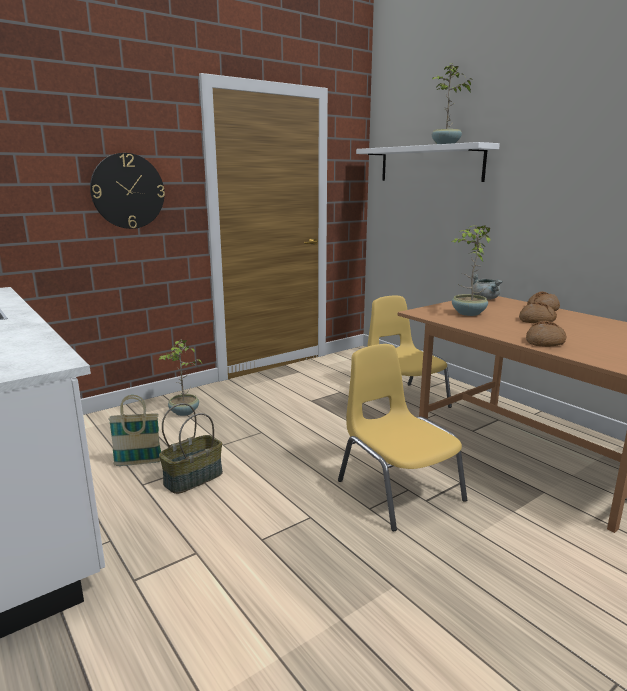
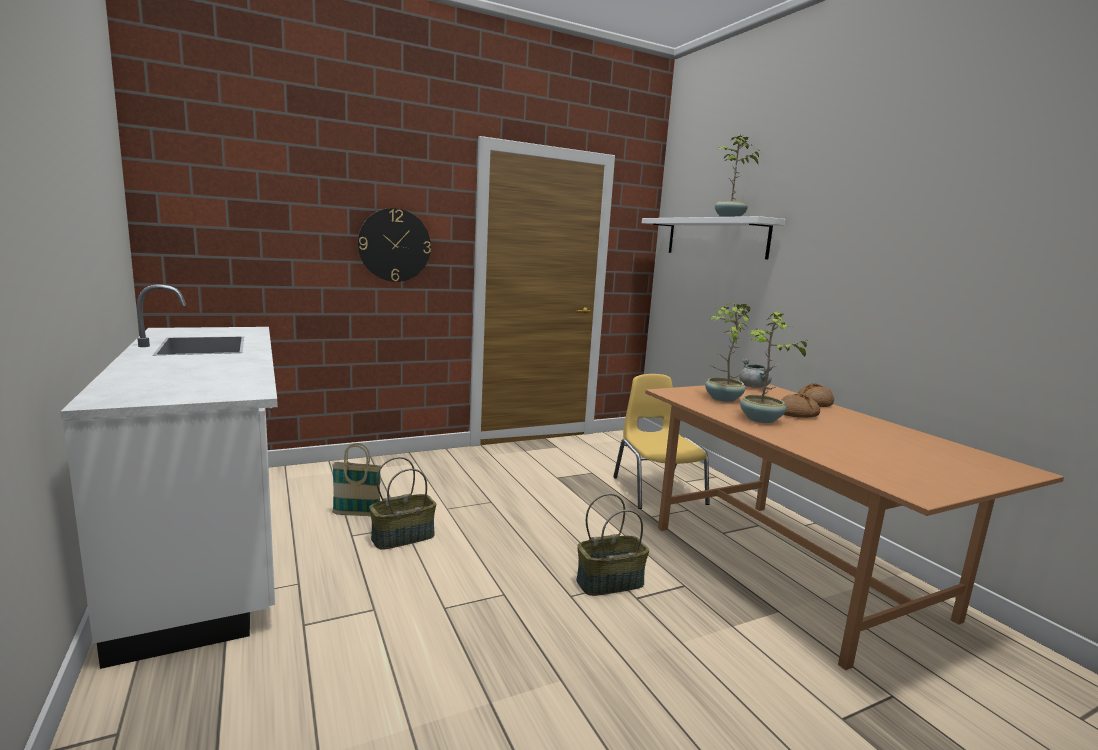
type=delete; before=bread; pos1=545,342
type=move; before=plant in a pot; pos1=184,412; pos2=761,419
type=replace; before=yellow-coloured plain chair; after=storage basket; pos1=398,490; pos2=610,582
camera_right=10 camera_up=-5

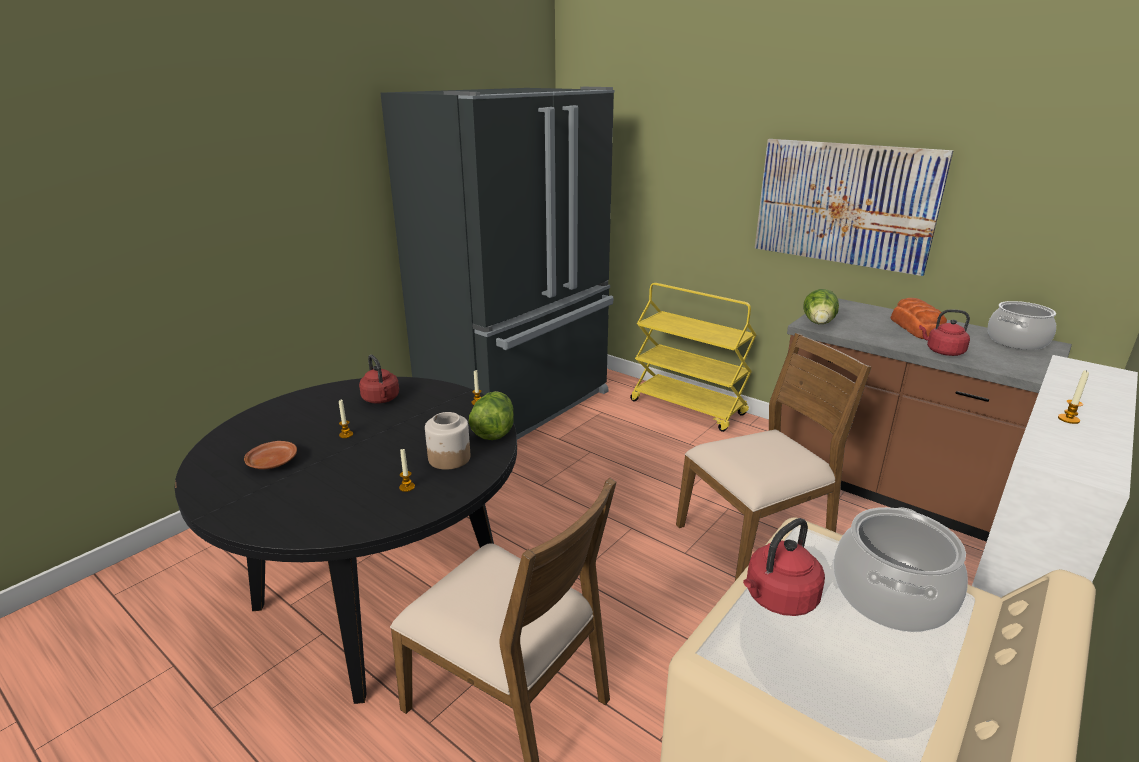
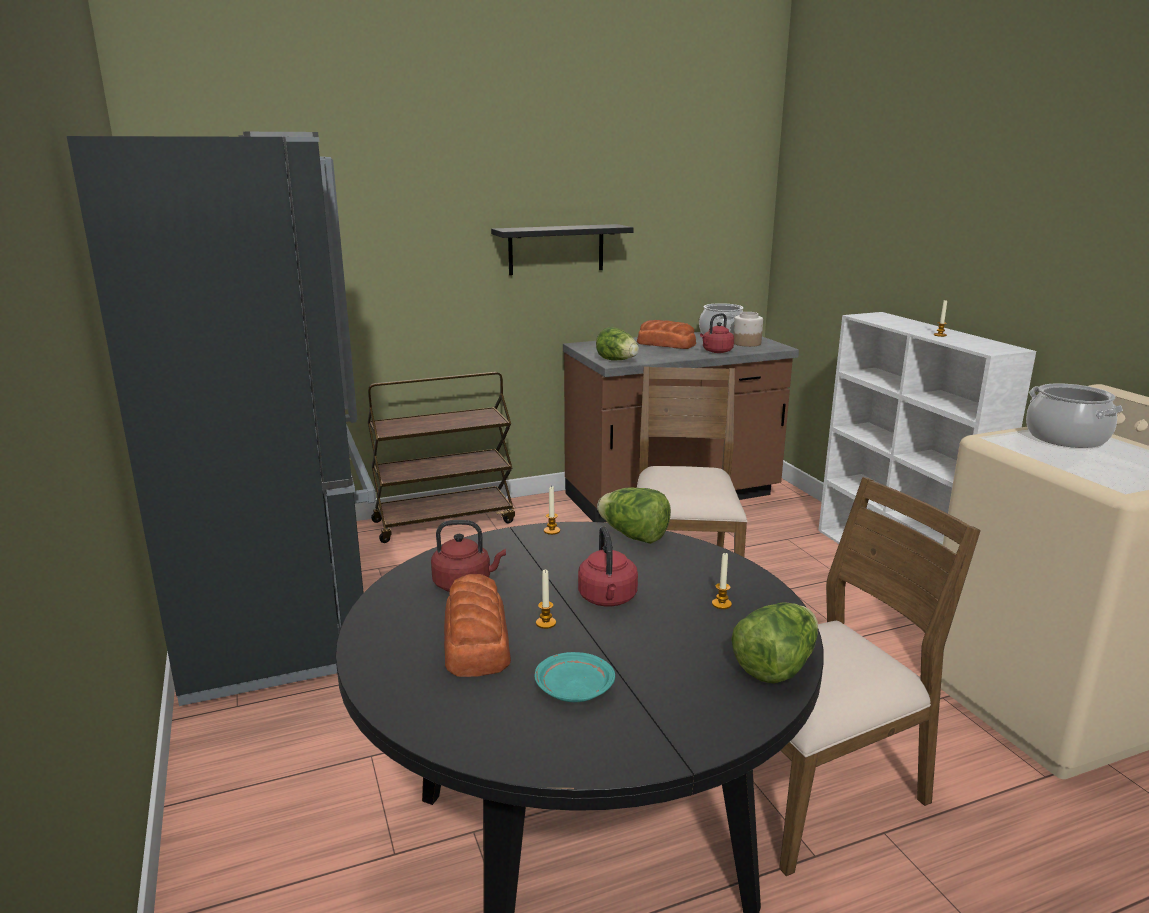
type=replace; before=wall art; after=blackish wall shelf; pos1=844,204; pos2=556,249
type=recolor; before=yellow-coloured wheeled cart; after=brownish wheeled cart; pos1=688,408; pos2=444,521
type=move; before=preserve jar; pos1=448,458; pos2=746,343
type=recolor; before=brownish flat dish; after=turquoise flat dish; pos1=272,462; pos2=573,689
type=move; before=reddish water kettle; pos1=778,599; pos2=608,599
type=insert; after=bread; pos2=475,640
type=insert; after=head of lettuce; pos2=776,667
camera_right=-60 camera_up=-5

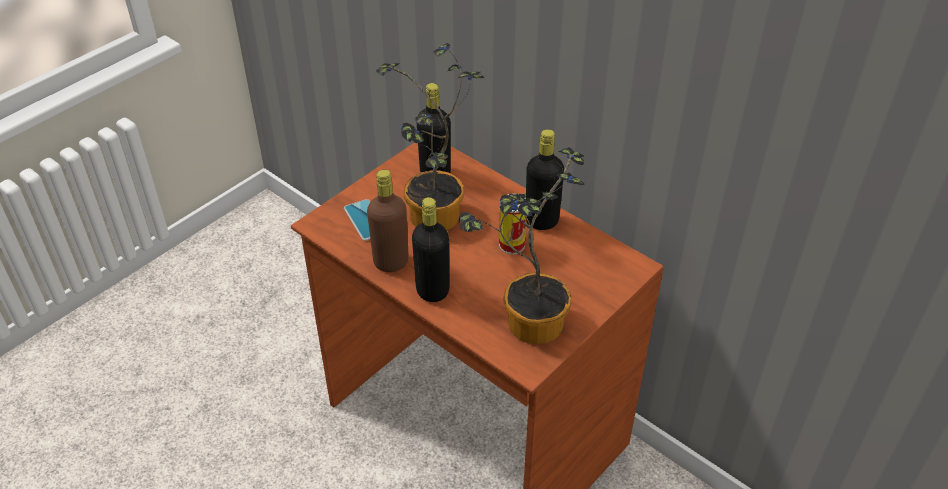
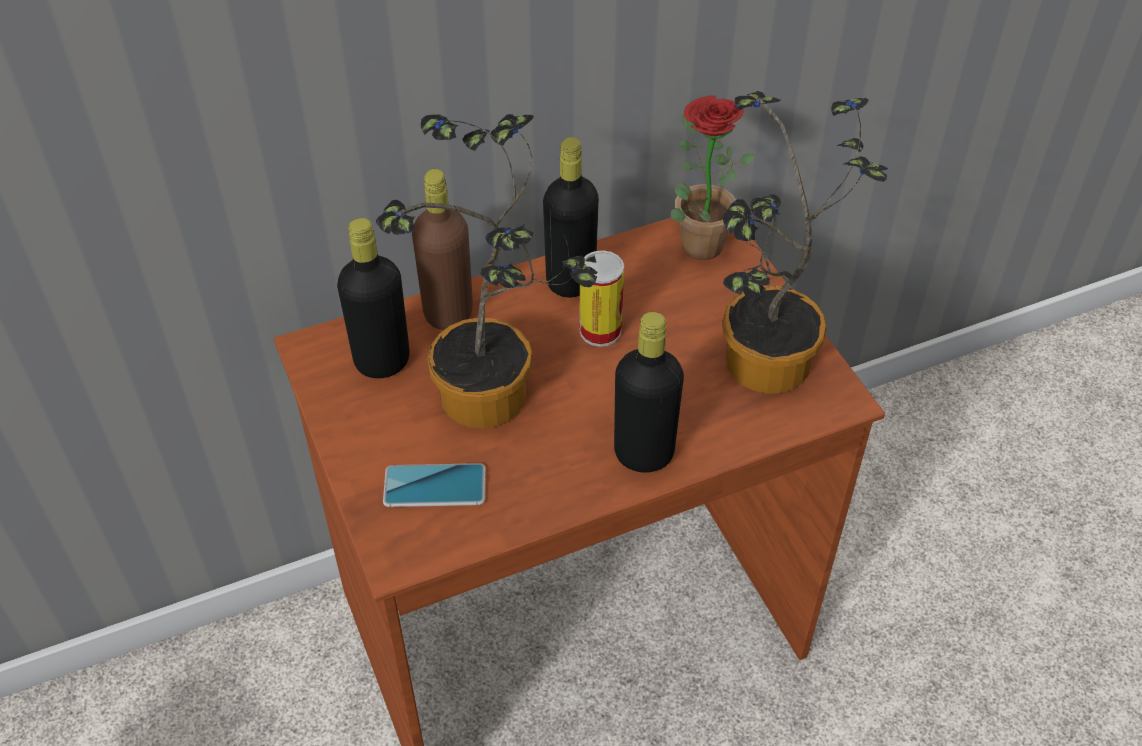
type=move; before=brownish beverage bottle; pos1=391,262; pos2=448,313
type=insert; after=plant in a pot; pos2=695,240
camera_right=-65 camera_up=5

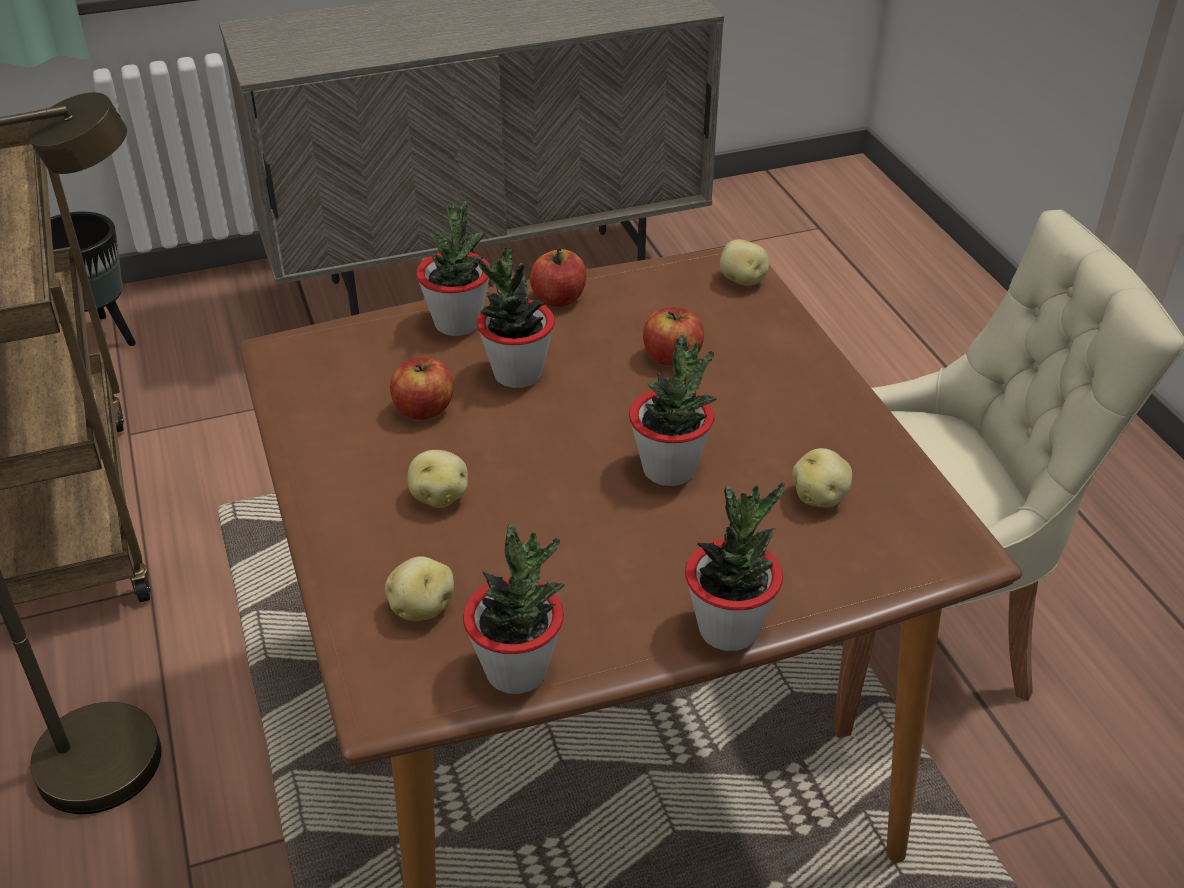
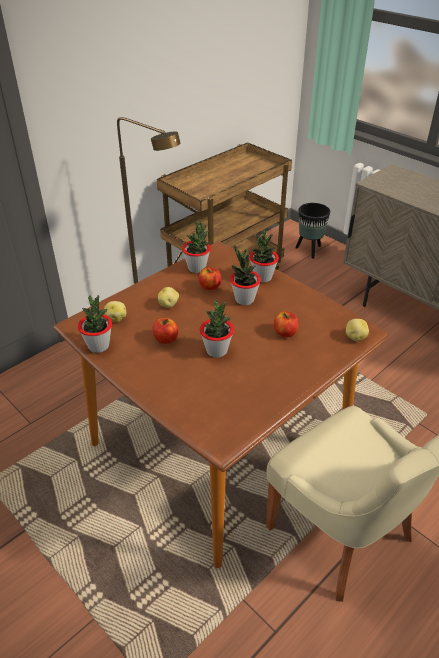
type=move; before=apple fruit; pos1=559,298; pos2=165,339
type=delete; before=spud; pos1=820,497
type=move; before=plant in a pot; pos1=729,629; pos2=197,268
camera_right=65 camera_up=0

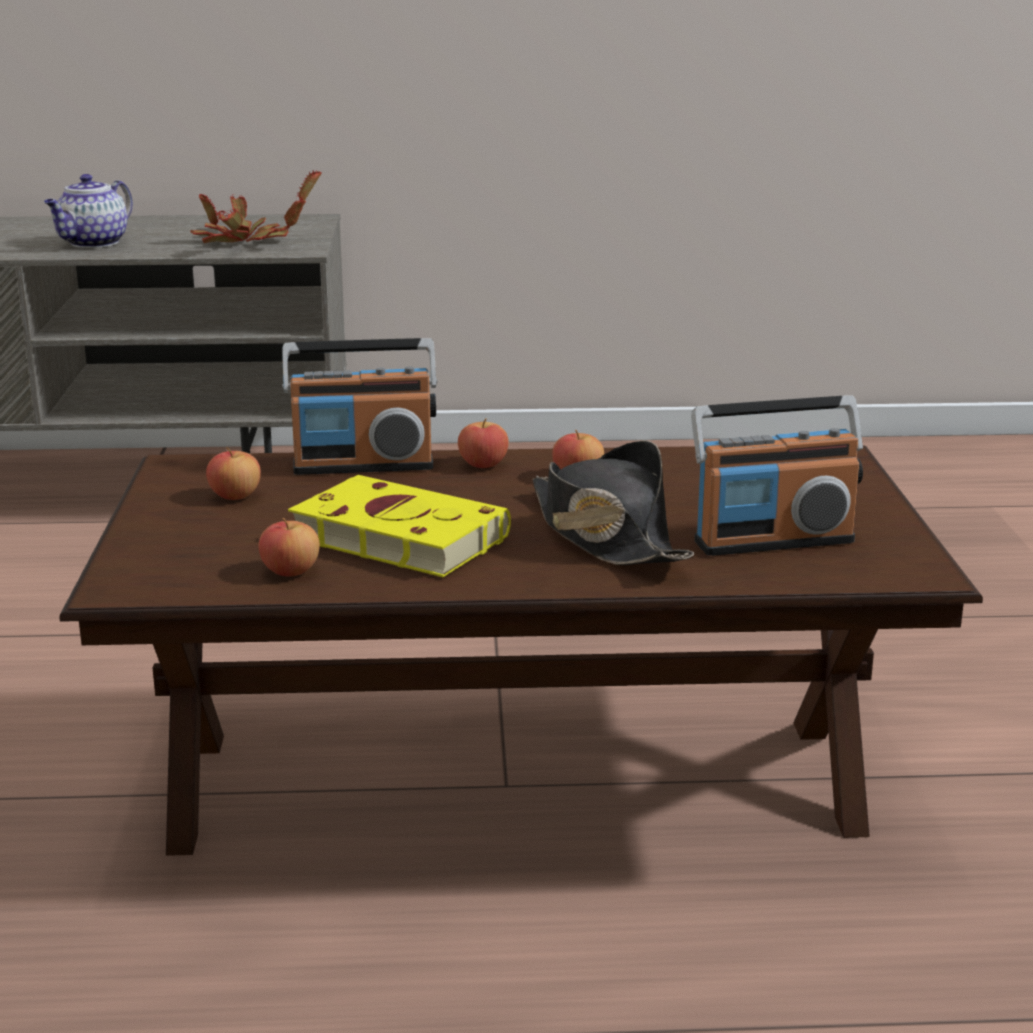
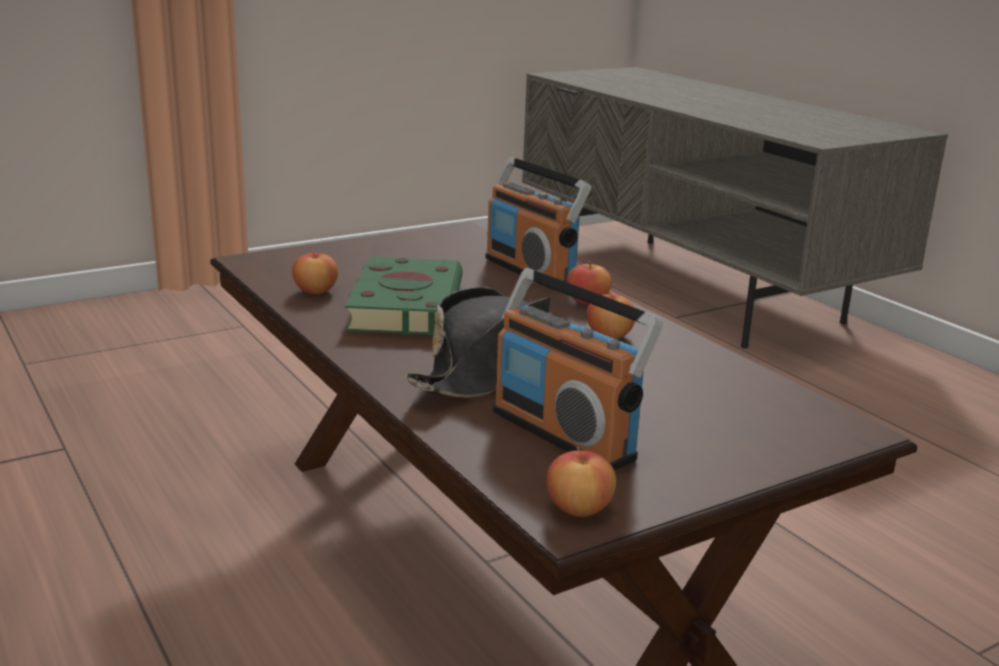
type=delete; before=plant in a pot; pos1=247,242
type=delete; before=tea pot; pos1=93,243
type=move; before=apple fruit; pos1=235,496; pos2=579,509
type=recolor; before=yellow-coloured book; after=greenish book; pos1=393,537; pos2=406,304
camera_right=60 camera_up=0

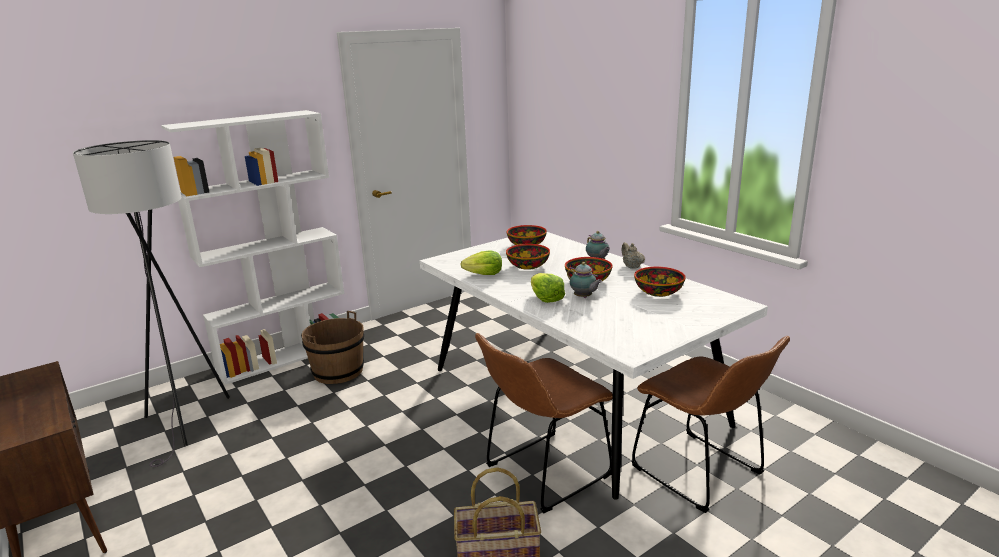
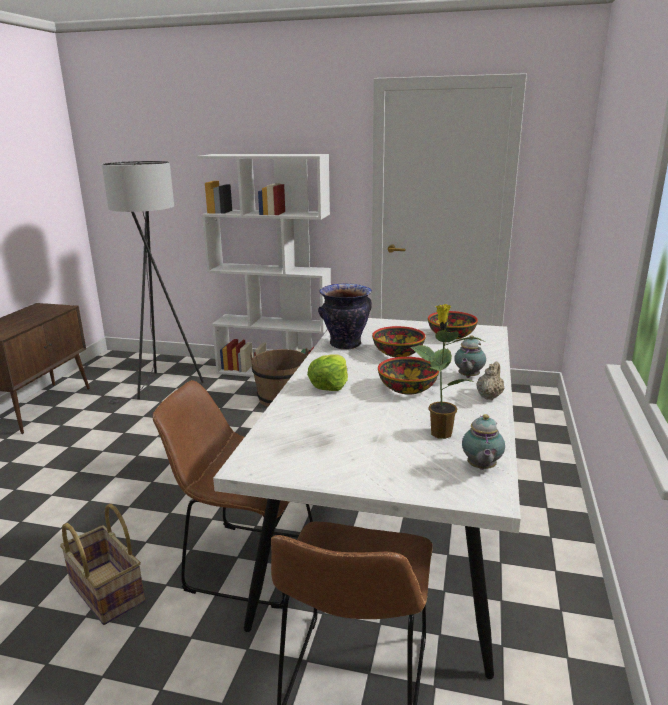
type=replace; before=head of lettuce; after=vase; pos1=484,274; pos2=346,345
type=move; before=tea pot; pos1=583,297; pos2=481,468
type=replace; before=deep dish; after=plant in a pot; pos1=659,292; pos2=440,432
camera_right=50 camera_up=0

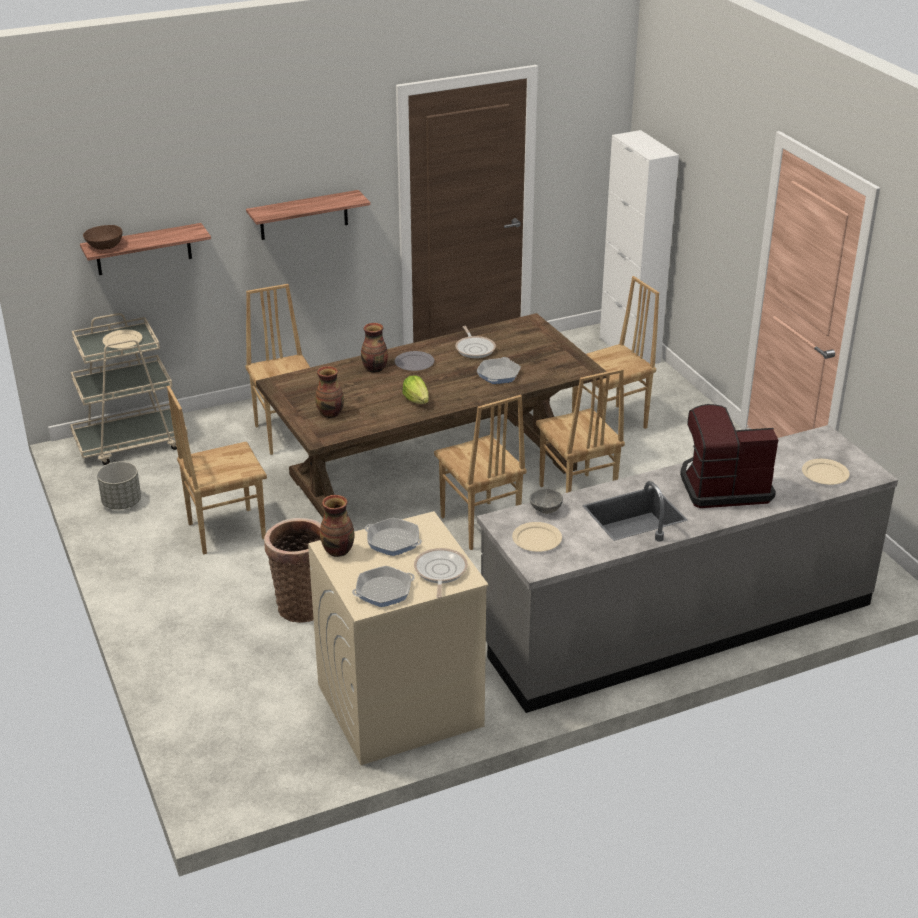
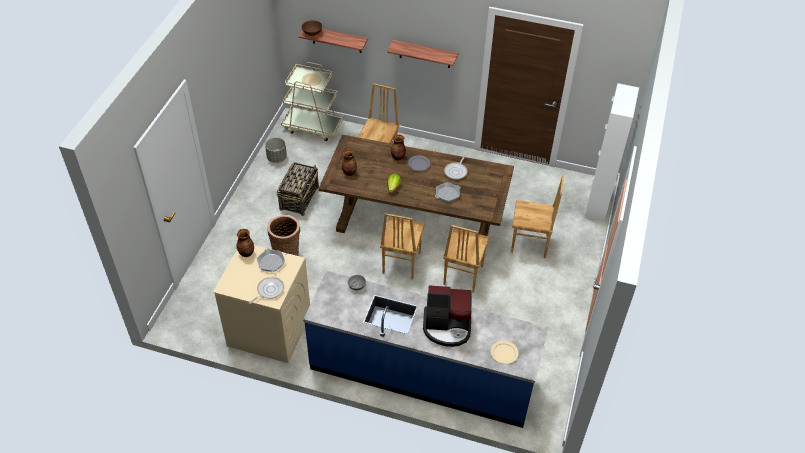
type=replace; before=brownish plain chair; after=storage basket; pos1=225,530; pos2=299,198
type=rotate; before=coffee machine; pos1=723,486; pos2=447,327; turn=150
type=recolor; before=gray kitchen counter; after=blue-coloured kitchen counter; pos1=677,624; pos2=422,373
type=delete; before=beige-coloured flat dish; pos1=536,539
type=delete; before=skillet; pos1=383,591
camera_right=40 camera_up=15

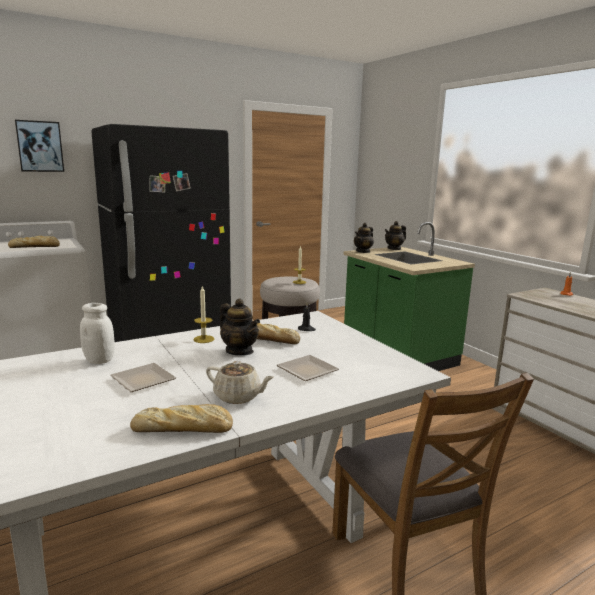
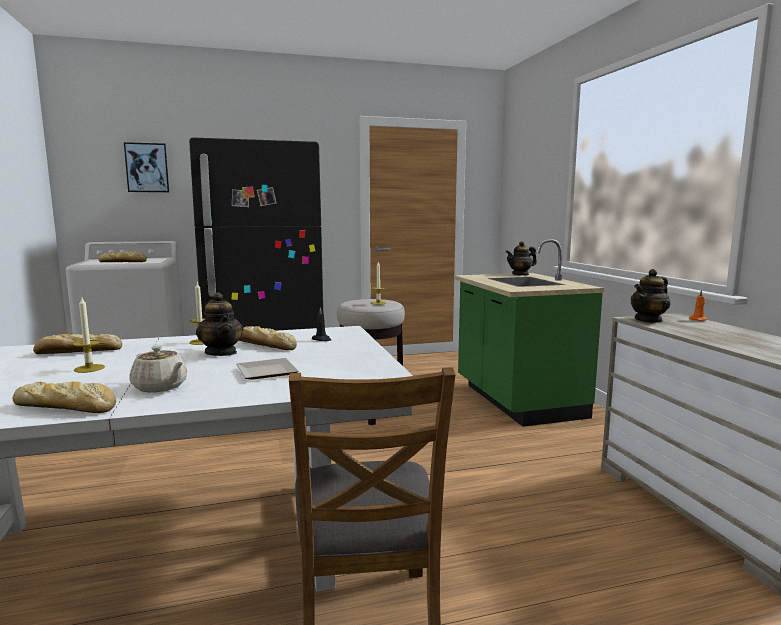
type=move; before=tea pot; pos1=363,251; pos2=649,320
type=replace; before=white preserve jar; after=bread; pos1=99,360; pos2=77,352
type=replace; before=flat dish; after=wax light; pos1=141,380; pos2=89,368
camera_right=15 camera_up=-5

